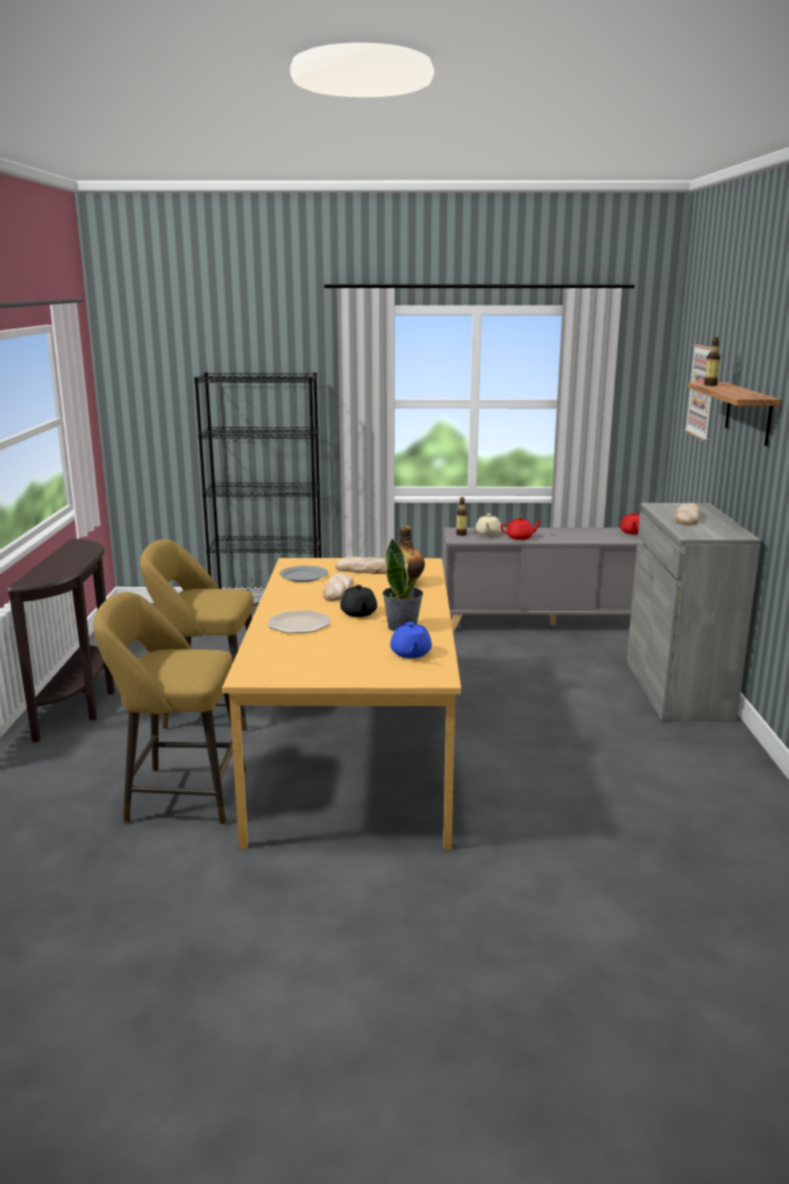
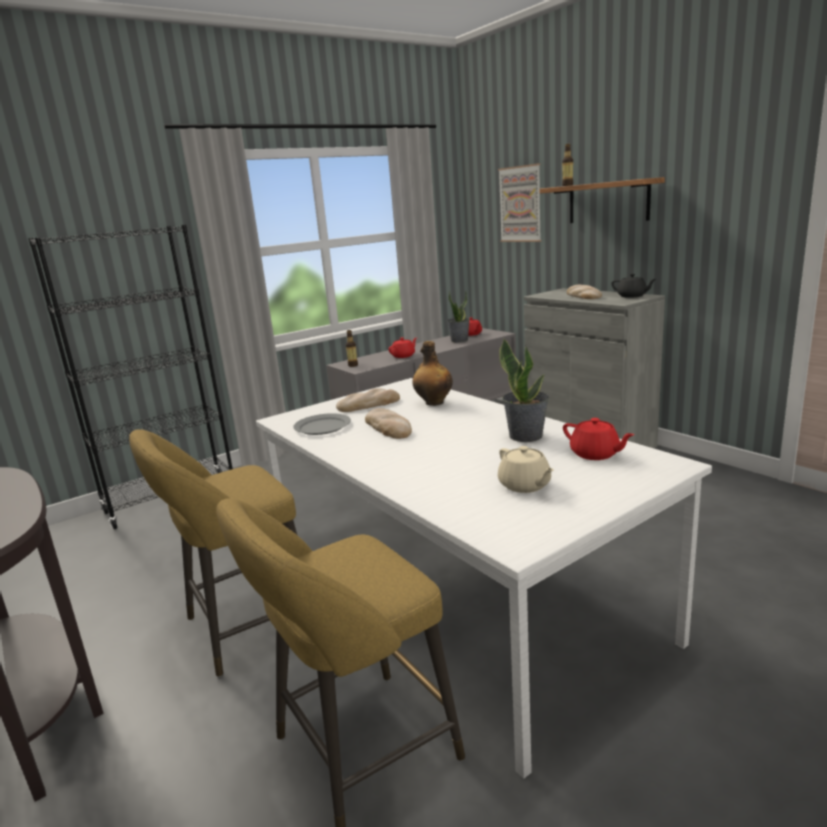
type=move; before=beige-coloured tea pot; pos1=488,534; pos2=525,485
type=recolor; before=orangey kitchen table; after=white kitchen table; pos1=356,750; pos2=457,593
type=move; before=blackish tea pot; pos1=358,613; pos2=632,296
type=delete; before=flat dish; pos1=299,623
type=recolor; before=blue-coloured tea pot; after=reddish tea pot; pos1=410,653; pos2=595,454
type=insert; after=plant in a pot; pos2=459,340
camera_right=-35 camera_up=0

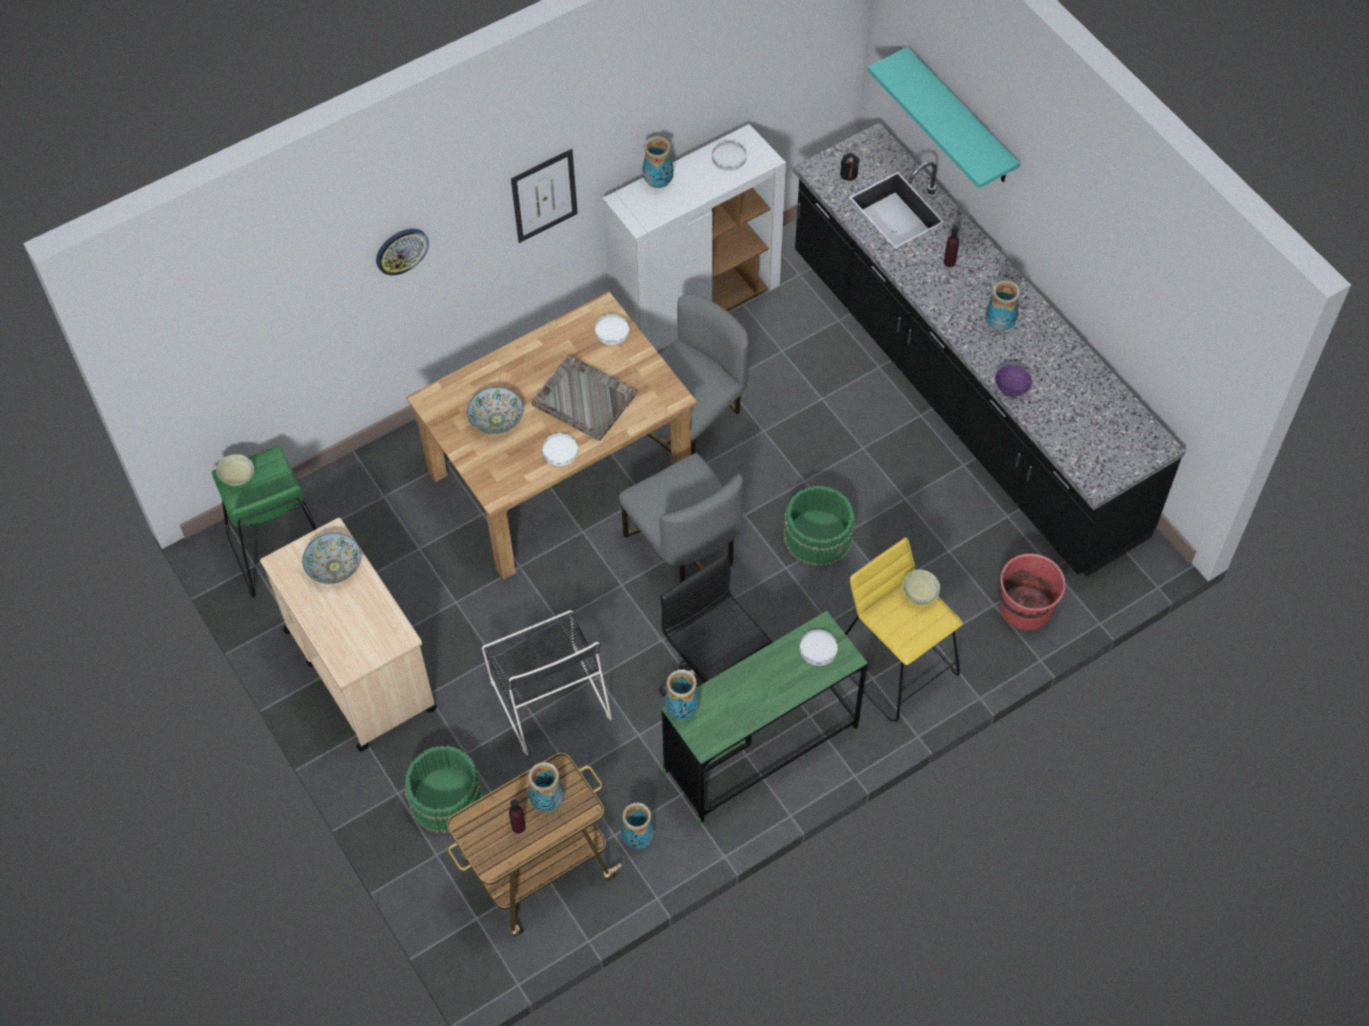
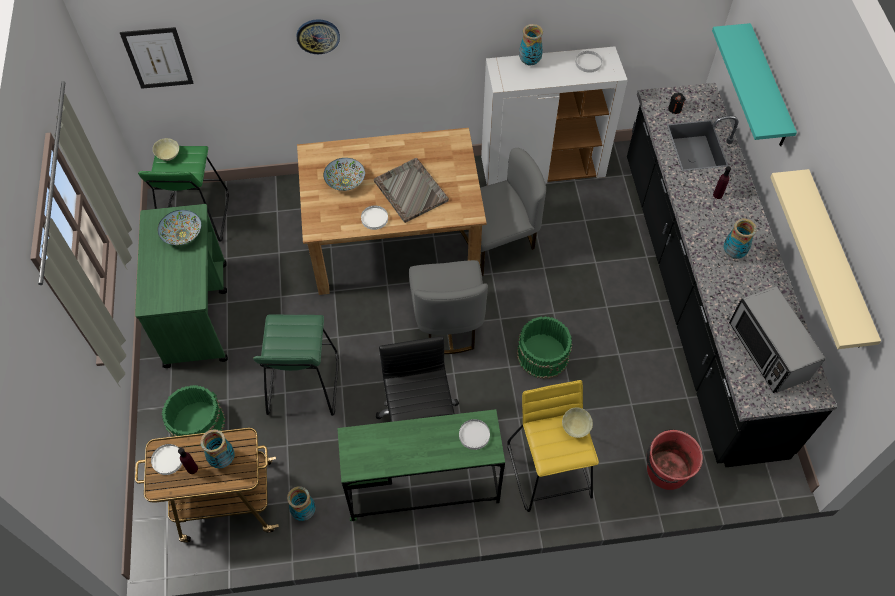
type=move; before=wall art; pos1=544,195; pos2=157,58
type=move; before=white flat dish; pos1=611,331; pos2=167,460
type=delete; before=purplish deep dish; pos1=1011,389
type=recolor; before=beige-coloured wheeled cart; after=greenish wheeled cart; pos1=359,668; pos2=196,313
type=replace; before=blackish plain chair; after=greenish sitting stool; pos1=548,695; pos2=303,384
type=delete; before=vase; pos1=681,710
type=insert; after=beige-coloured wall shelf; pos2=836,261
type=insert; after=kitchen microwave; pos2=767,351
camera_right=25 camera_up=0

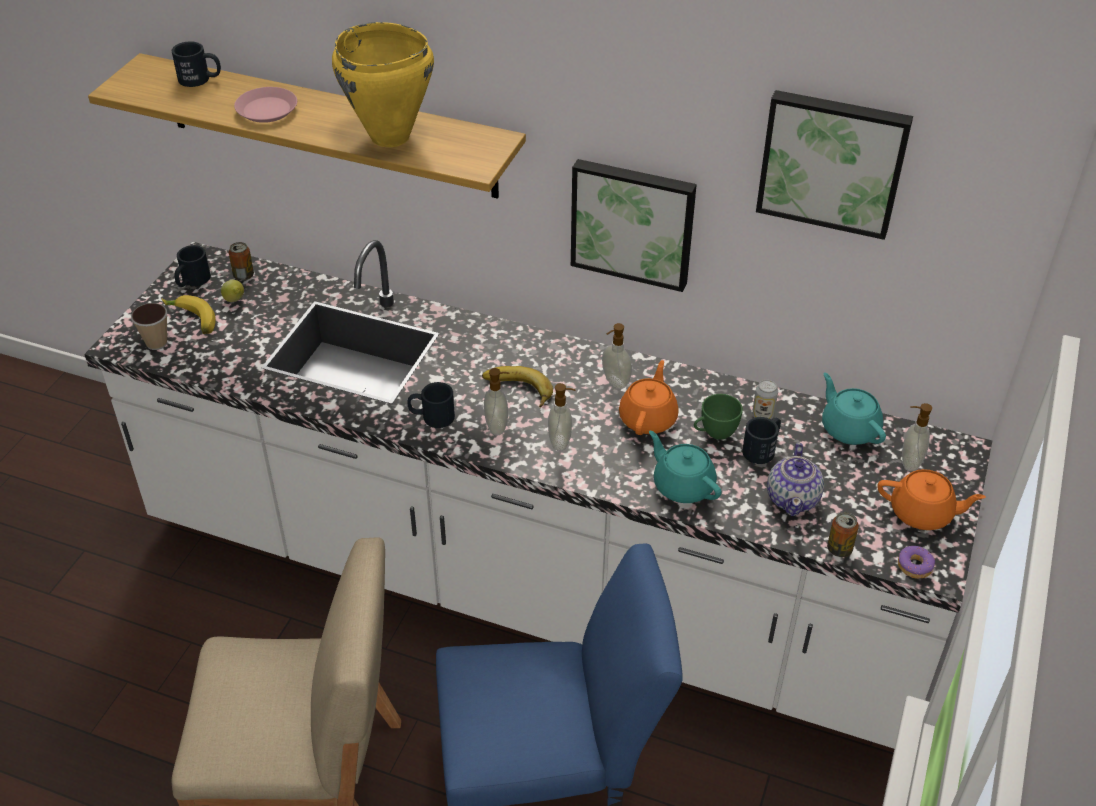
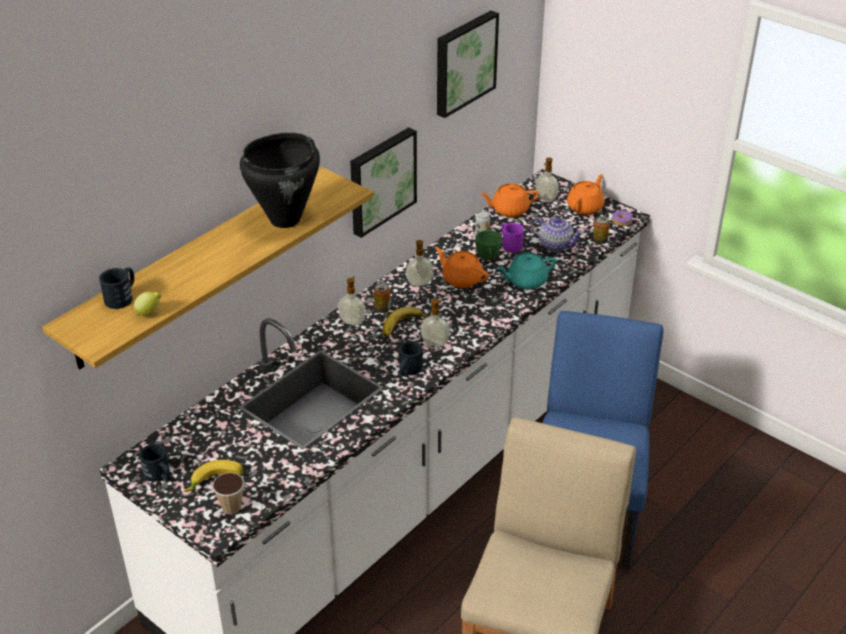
type=recolor; before=yellow-coloured stockpot; after=blackish stockpot; pos1=390,137; pos2=286,219
type=delete; before=pink flat dish; pos1=267,110
type=move; before=sealed can; pos1=244,276; pos2=382,309
type=move; before=whole lemon; pos1=235,301; pos2=149,313
type=recolor; before=turquoise tea pot; after=orangey tea pot; pos1=849,428; pos2=509,210
type=move; before=soap dispenser; pos1=561,442; pos2=352,321
type=recolor; before=blackish tea mug; after=purplish tea mug; pos1=762,448; pos2=510,244
camera_right=-70 camera_up=-5

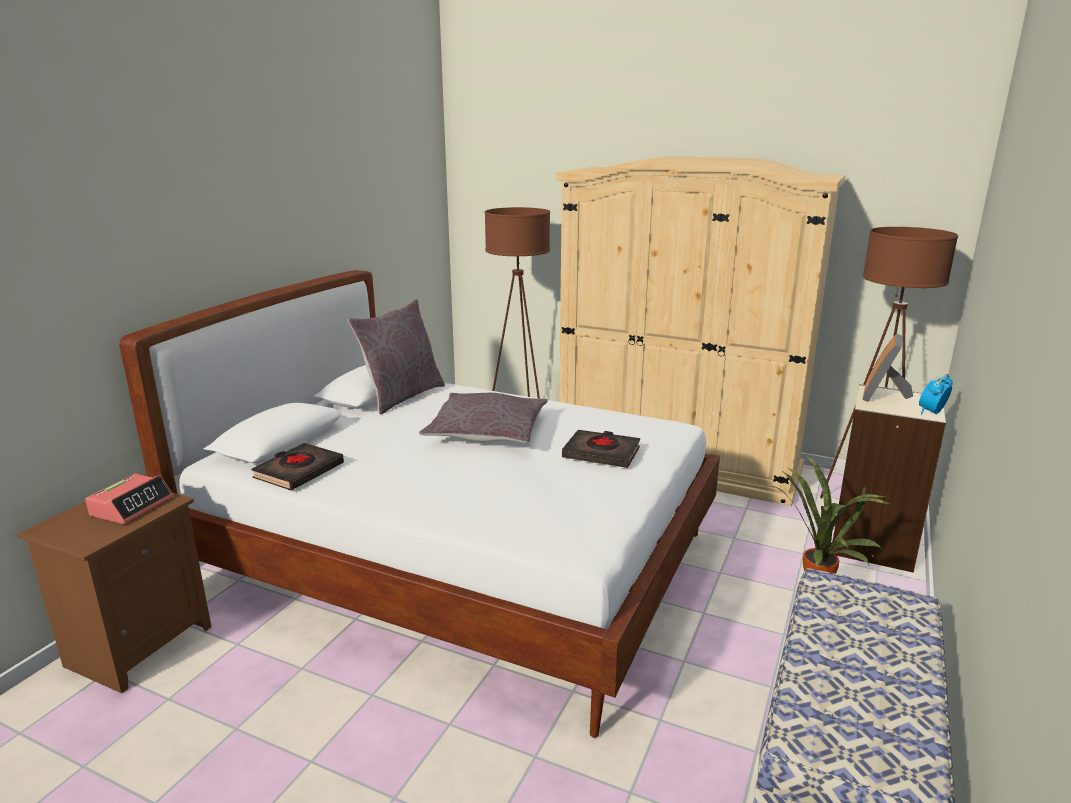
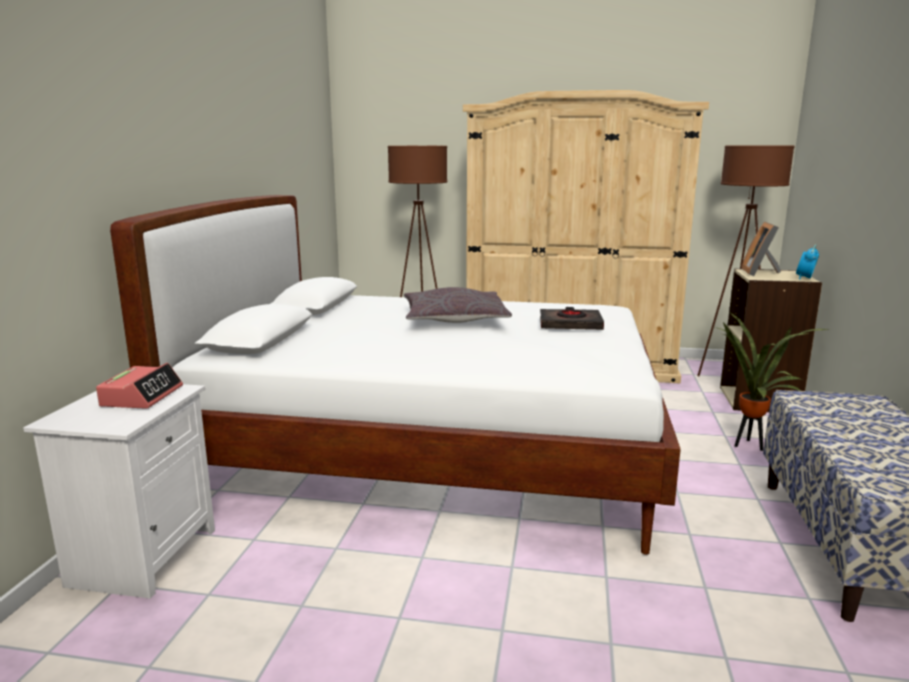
type=delete; before=gray pillow; pos1=402,396
type=delete; before=blackish book; pos1=299,471
type=recolor; before=brownish night table; after=white night table; pos1=140,644; pos2=143,555
camera_right=-15 camera_up=-5

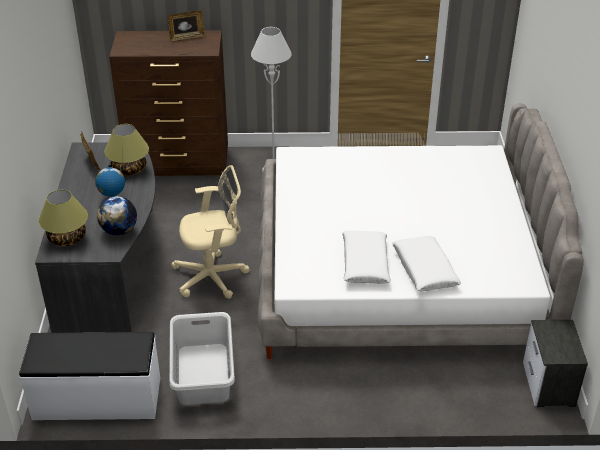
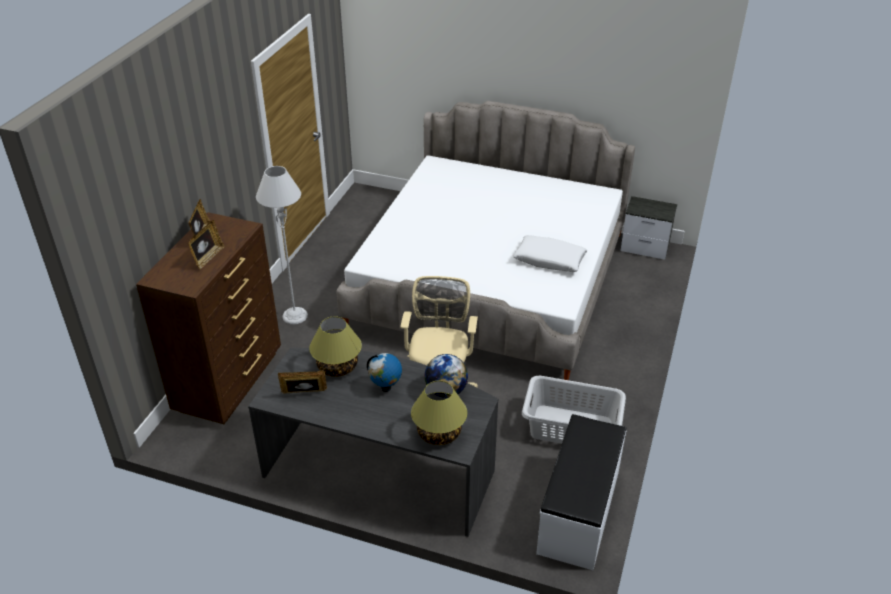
type=delete; before=white pillow; pos1=424,270
type=insert; after=photo frame; pos2=208,258
camera_right=-70 camera_up=0

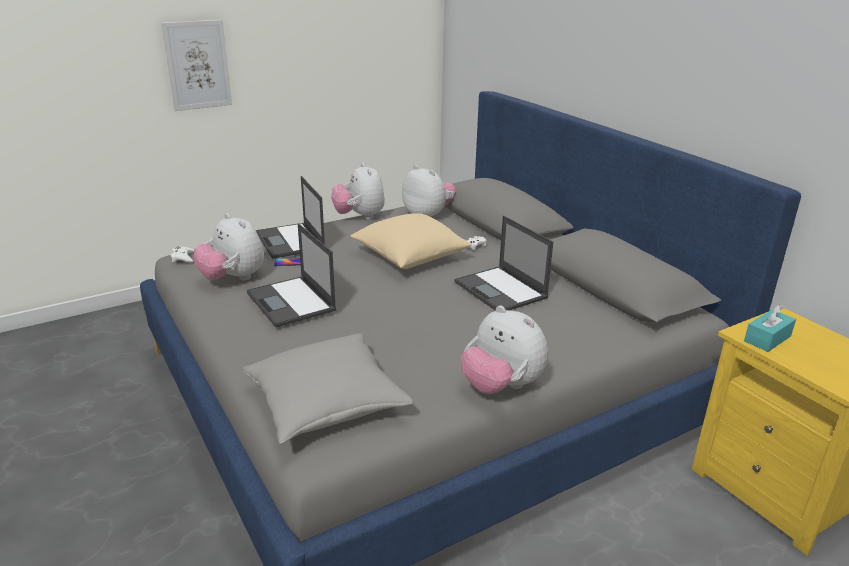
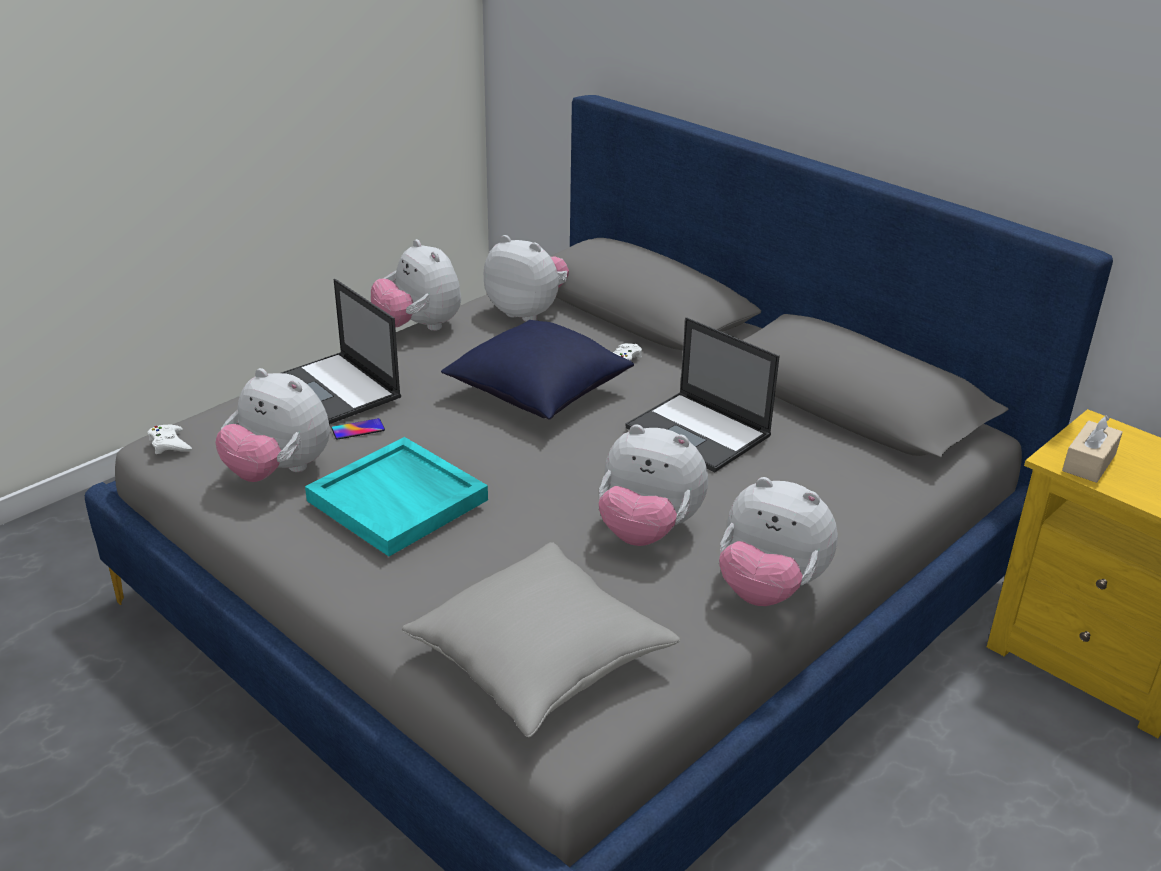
type=delete; before=wall art; pos1=197,65
type=recolor; before=beige-coloured pillow; after=blue-coloured pillow; pos1=409,257; pos2=537,393
type=replace; before=portable computer; after=turquoise serving tray; pos1=291,302; pos2=399,500
type=recolor; before=turquoise box of tissues; after=beige-coloured box of tissues; pos1=767,339; pos2=1089,462
type=insert; after=cuddly toy; pos2=647,531
camera_right=-15 camera_up=5

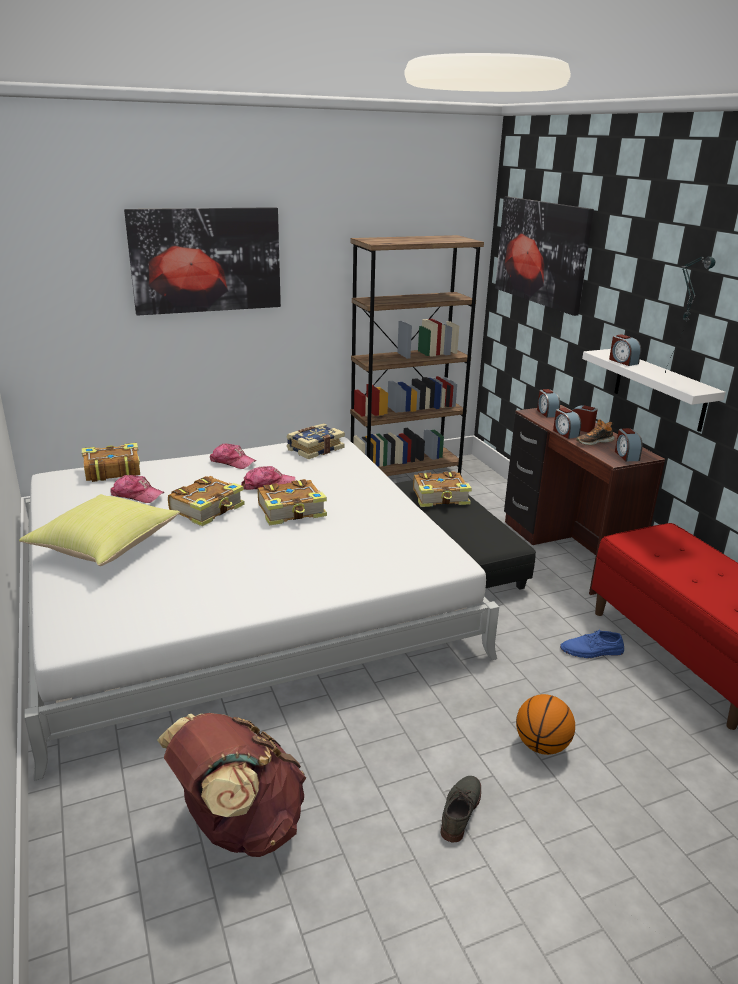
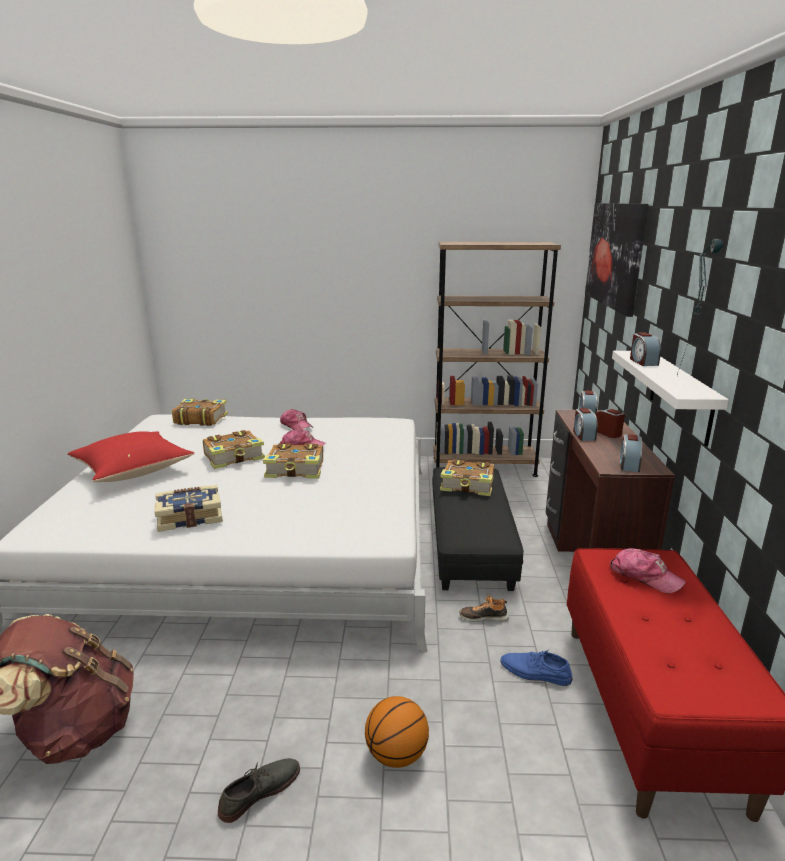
type=delete; before=wall art; pos1=206,260
type=move; before=low shoe; pos1=594,441; pos2=483,617
type=move; before=book; pos1=314,449; pos2=190,517
type=move; before=peaked cap; pos1=137,495; pos2=644,576
type=recolor; before=yellow-coloured pillow; after=reddish pillow; pos1=105,546; pos2=134,471
camera_right=25 camera_up=-5

